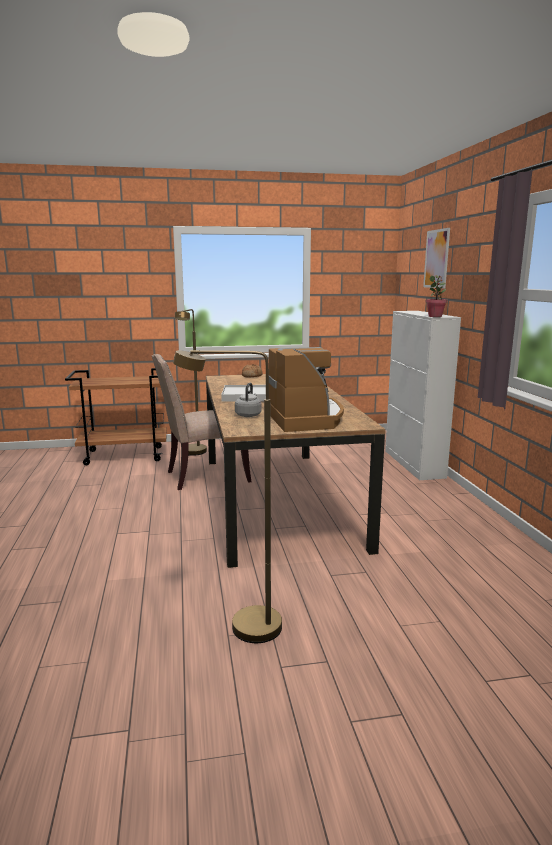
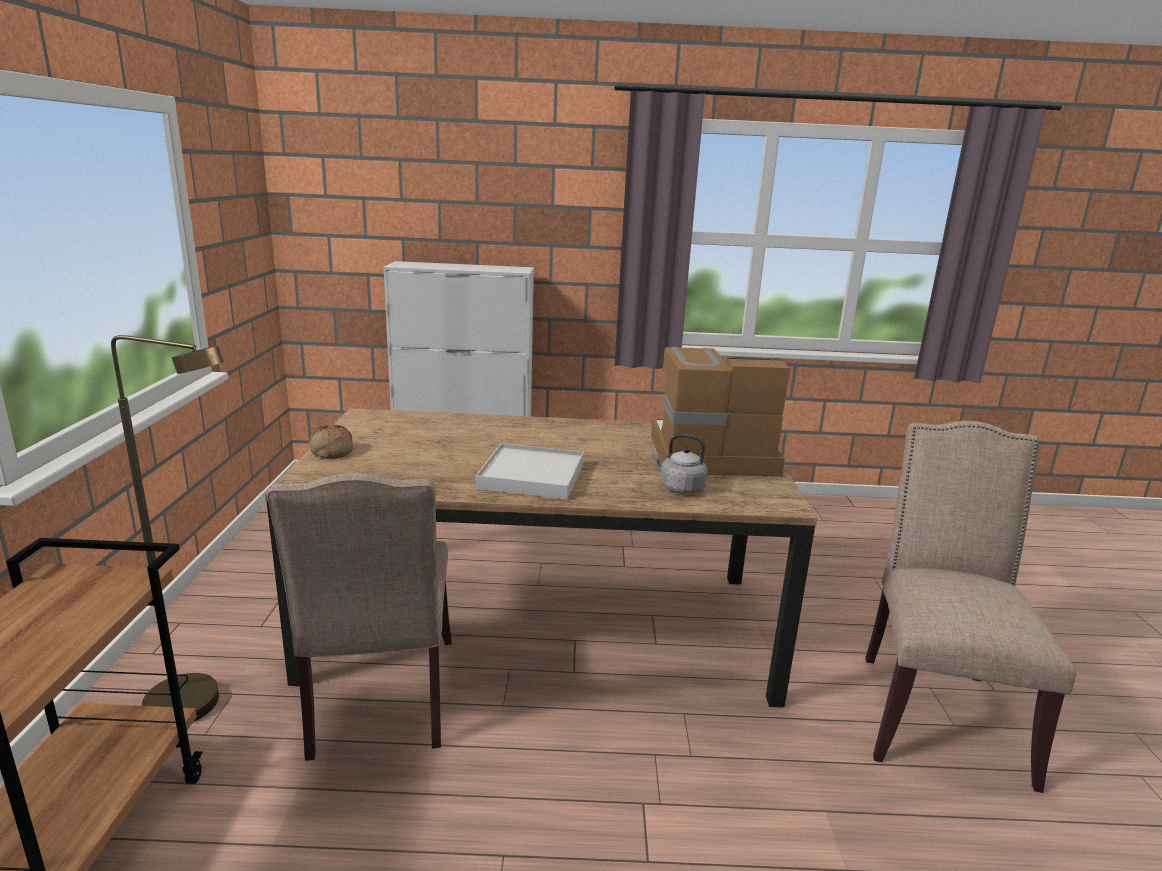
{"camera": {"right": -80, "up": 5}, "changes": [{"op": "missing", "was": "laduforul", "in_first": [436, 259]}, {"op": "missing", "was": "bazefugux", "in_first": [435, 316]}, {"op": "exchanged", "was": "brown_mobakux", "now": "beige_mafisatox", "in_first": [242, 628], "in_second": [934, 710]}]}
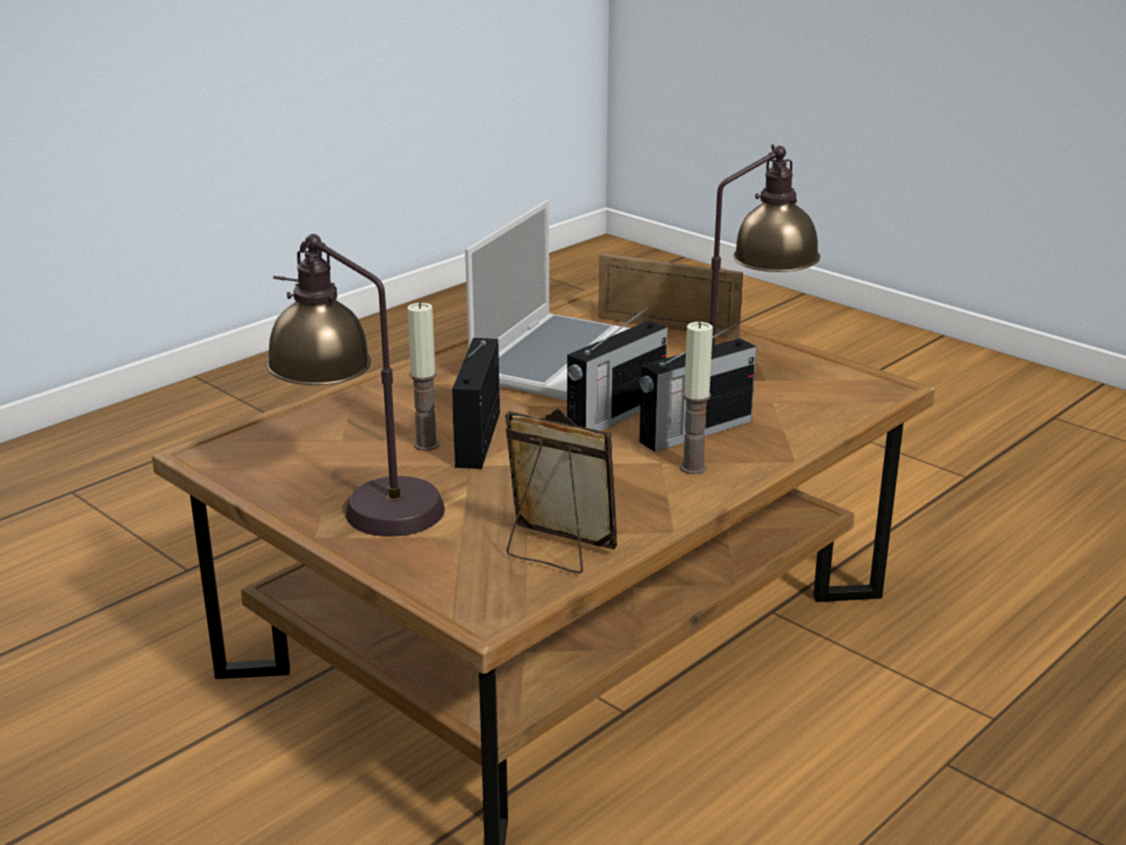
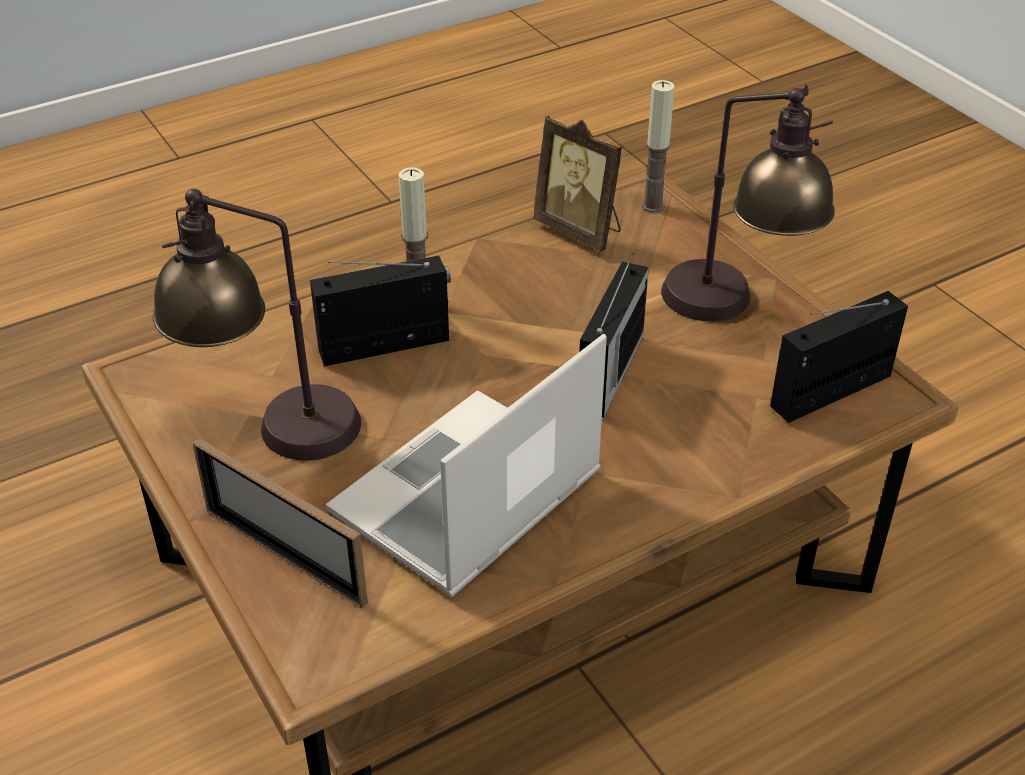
{"camera": {"right": -165, "up": 15}, "changes": [{"op": "relocated", "was": "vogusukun", "in_first": [426, 445], "in_second": [653, 205]}, {"op": "relocated", "was": "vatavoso", "in_first": [615, 415], "in_second": [833, 390]}]}
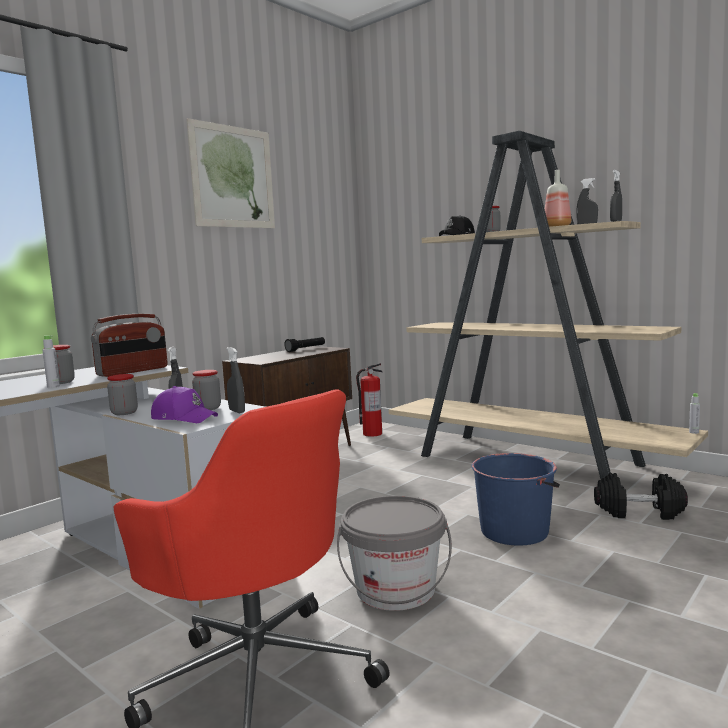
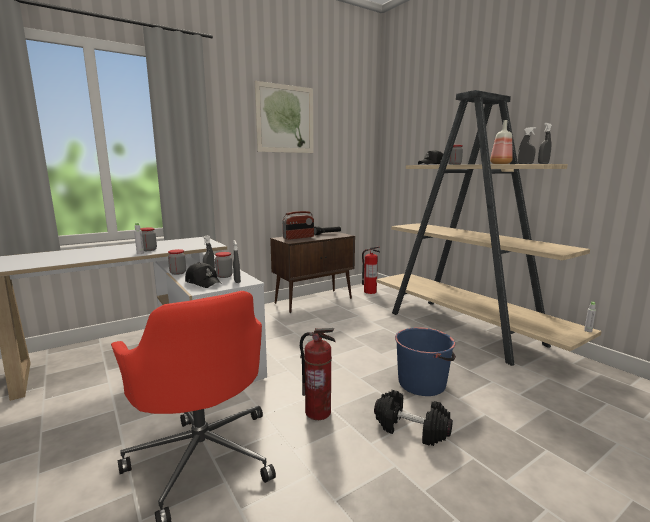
{"camera": {"right": 15, "up": 5}, "changes": [{"op": "relocated", "was": "vatavoso", "in_first": [133, 371], "in_second": [298, 237]}, {"op": "colour", "was": "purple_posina", "now": "black_posina", "in_first": [184, 418], "in_second": [203, 282]}, {"op": "relocated", "was": "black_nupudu", "in_first": [639, 512], "in_second": [411, 429]}, {"op": "exchanged", "was": "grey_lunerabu", "now": "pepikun", "in_first": [395, 590], "in_second": [318, 412]}]}
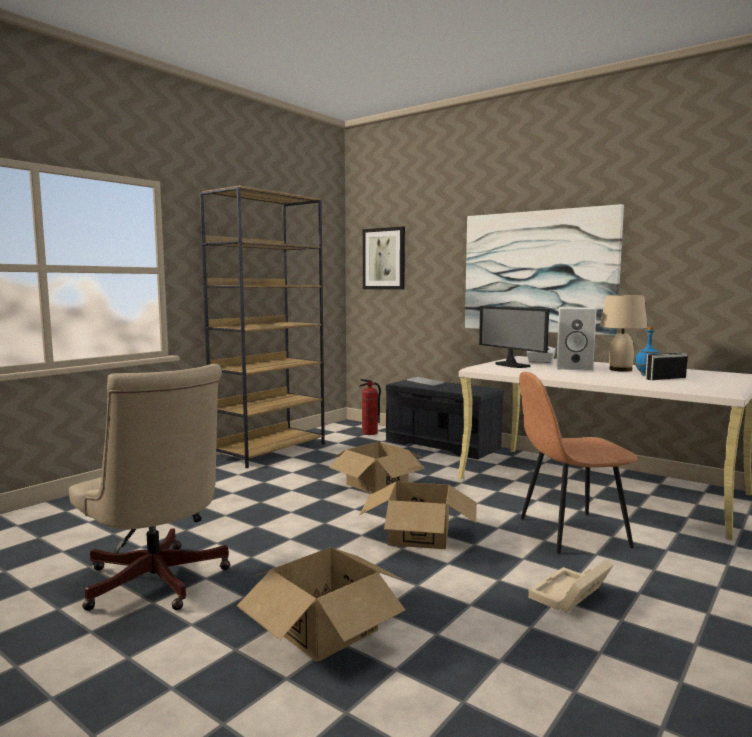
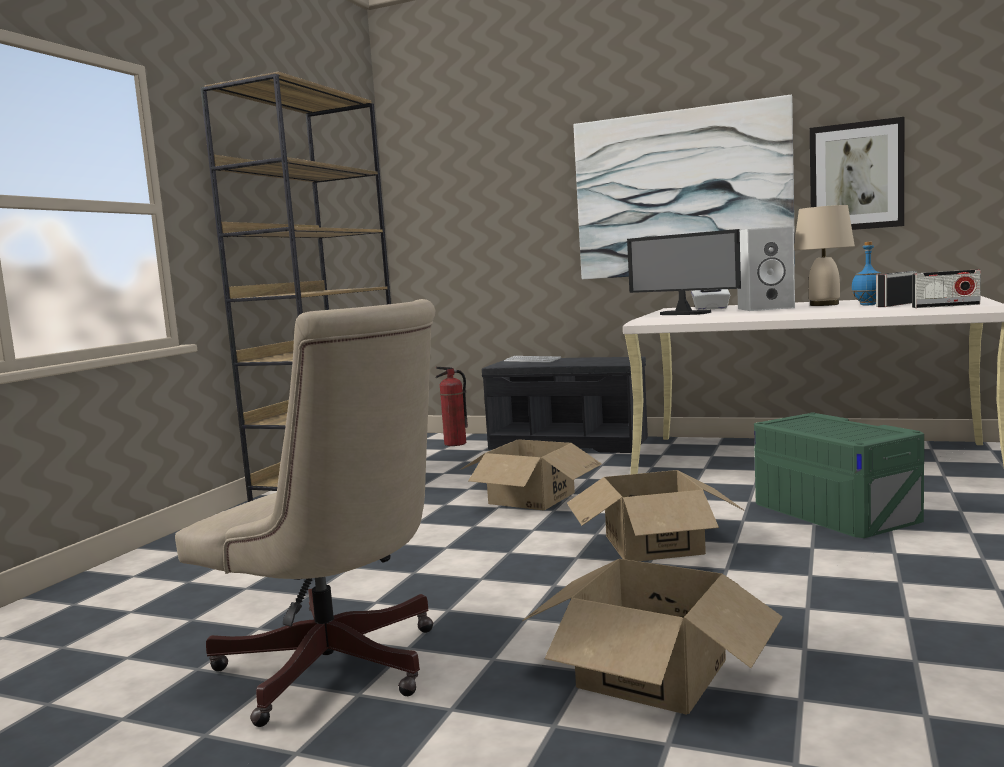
{"camera": {"right": -15, "up": 0}, "changes": [{"op": "relocated", "was": "laduforul", "in_first": [384, 259], "in_second": [856, 176]}, {"op": "exchanged", "was": "brown_mafisatox", "now": "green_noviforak", "in_first": [570, 532], "in_second": [834, 511]}, {"op": "missing", "was": "beige_noviforak", "in_first": [569, 596]}, {"op": "appeared", "now": "vatavoso", "in_second": [945, 306]}]}
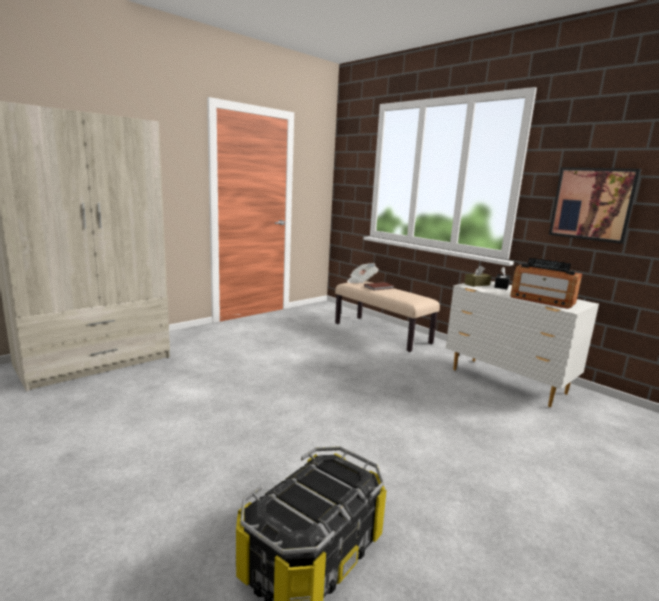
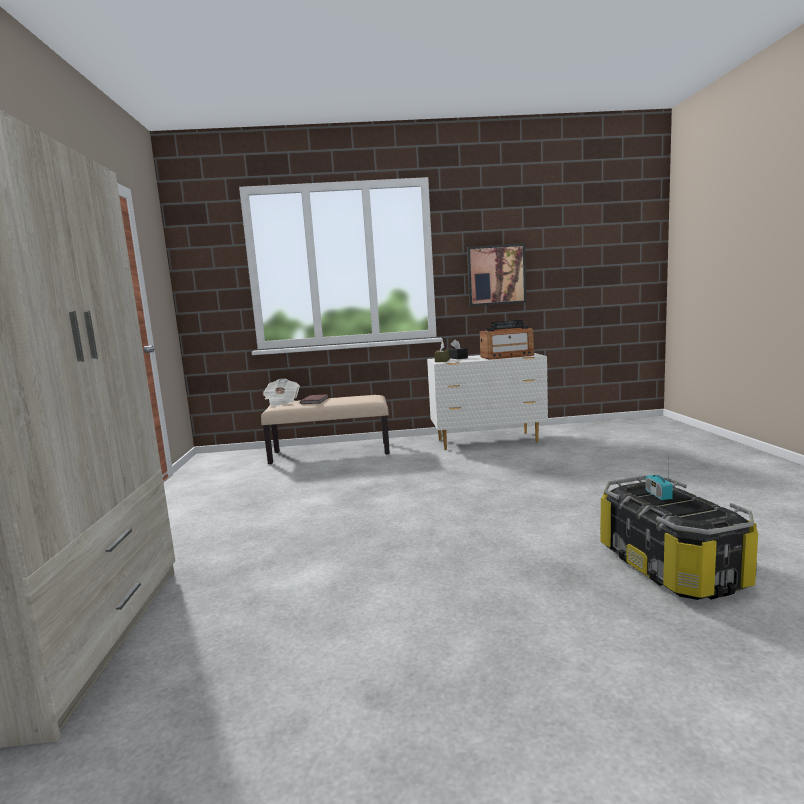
{"camera": {"right": -50, "up": -5}, "changes": [{"op": "appeared", "now": "vatavoso", "in_second": [658, 495]}]}
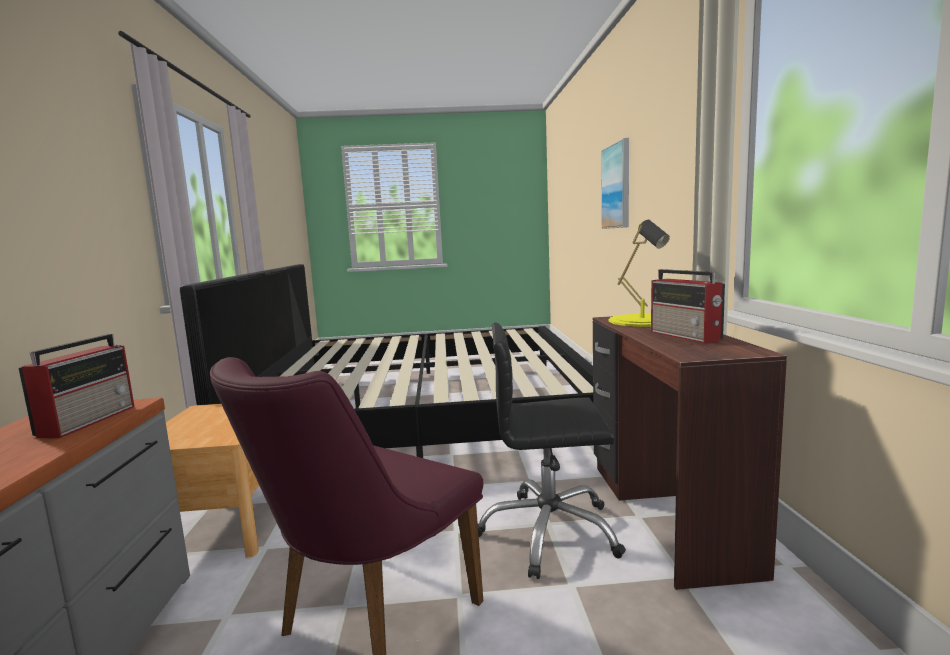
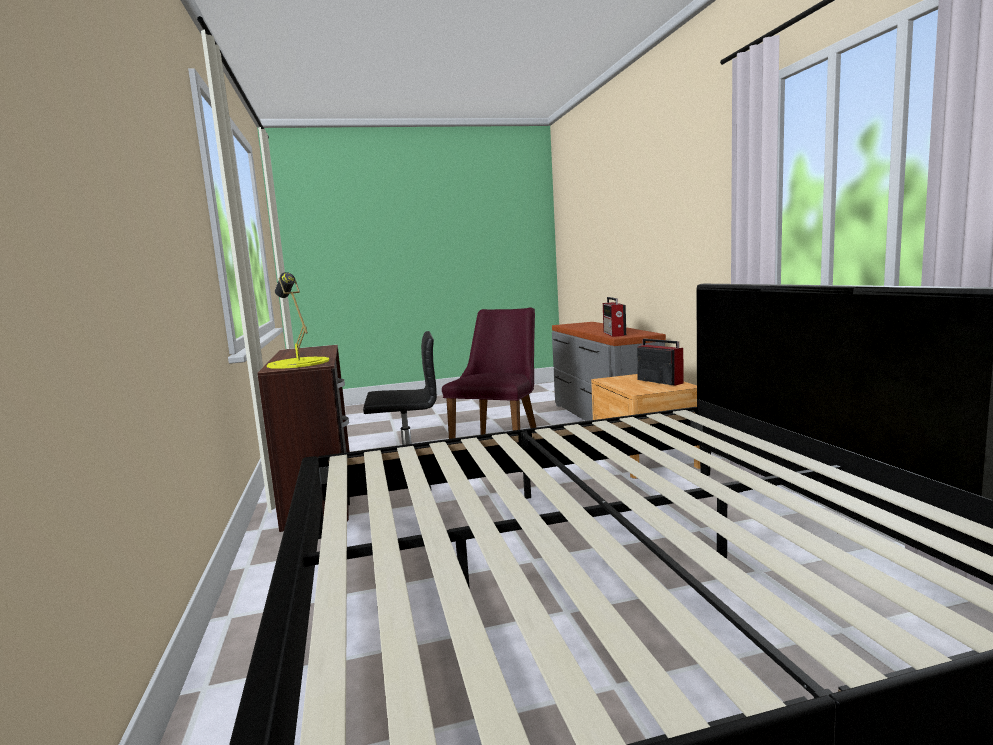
{"camera": {"right": 170, "up": 0}, "changes": [{"op": "missing", "was": "laduforul", "in_first": [617, 186]}, {"op": "relocated", "was": "vatavoso", "in_first": [686, 336], "in_second": [659, 381]}]}
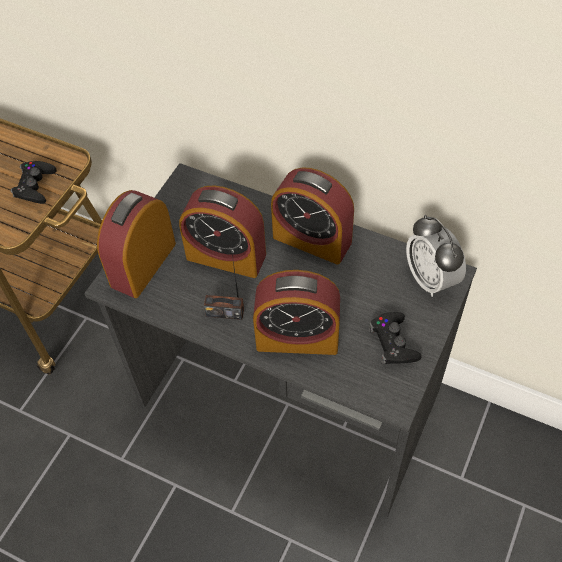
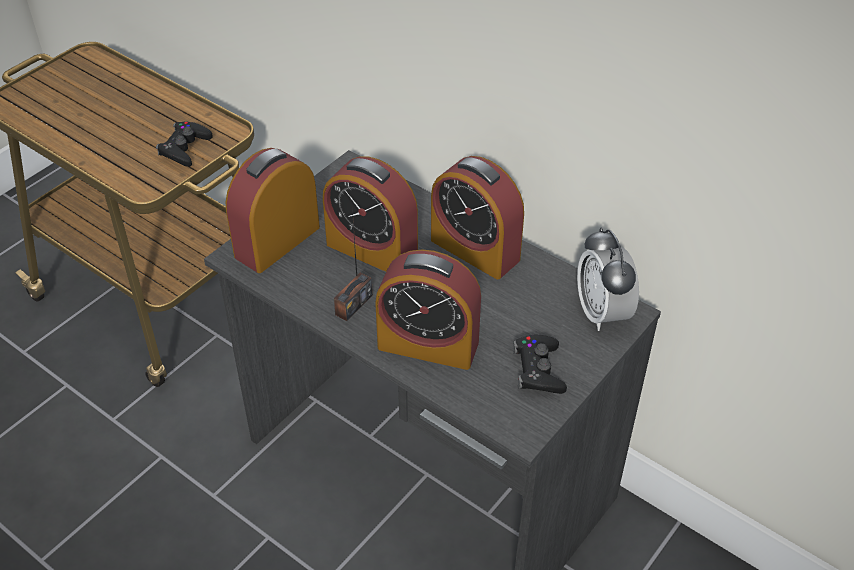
{"camera": {"right": 10, "up": -10}, "changes": [{"op": "spun", "was": "vatavoso", "in_first": [225, 312], "in_second": [353, 304], "clockwise": -75}]}
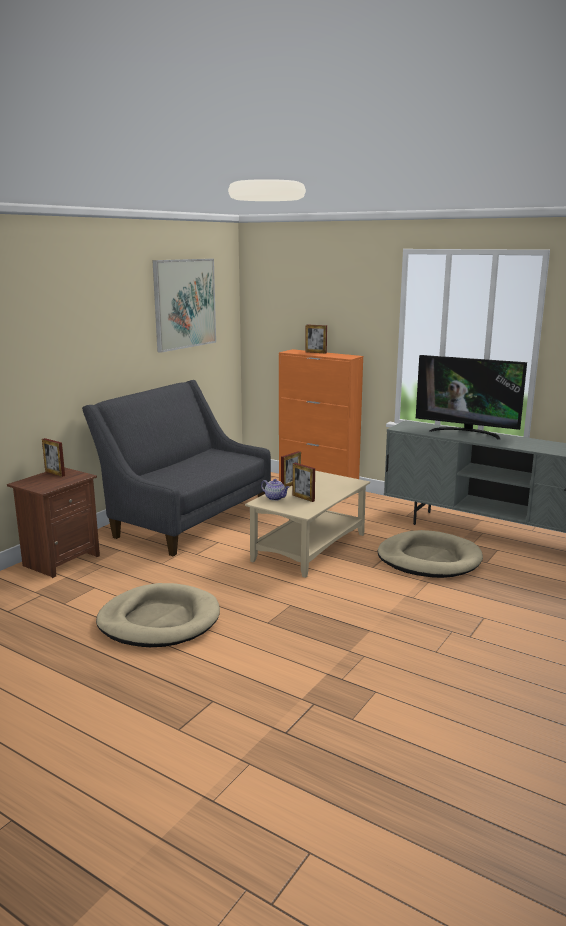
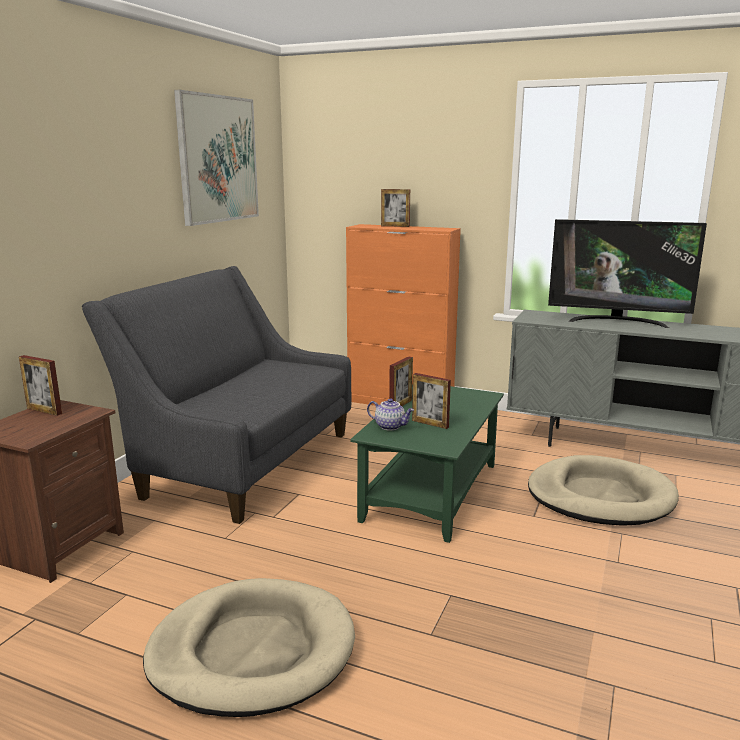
{"camera": {"right": -10, "up": 0}, "changes": [{"op": "colour", "was": "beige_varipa", "now": "green_varipa", "in_first": [309, 547], "in_second": [431, 491]}]}
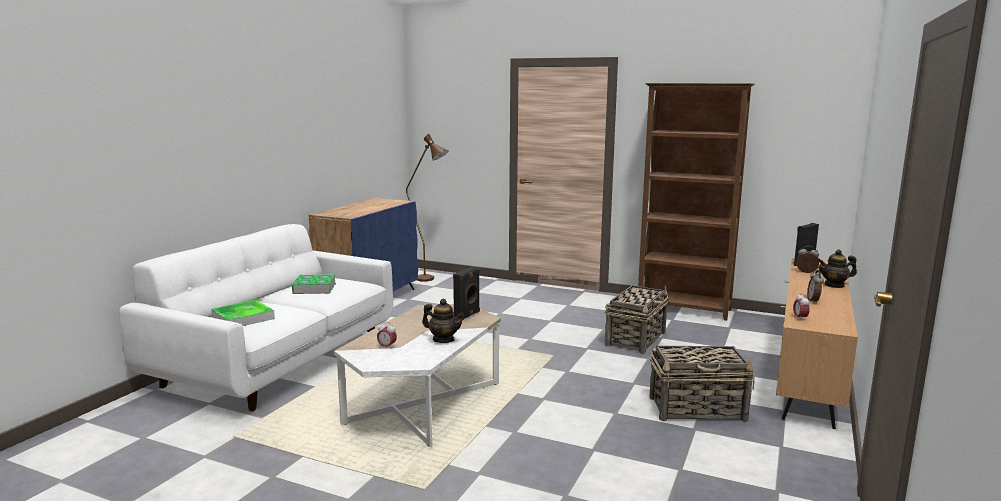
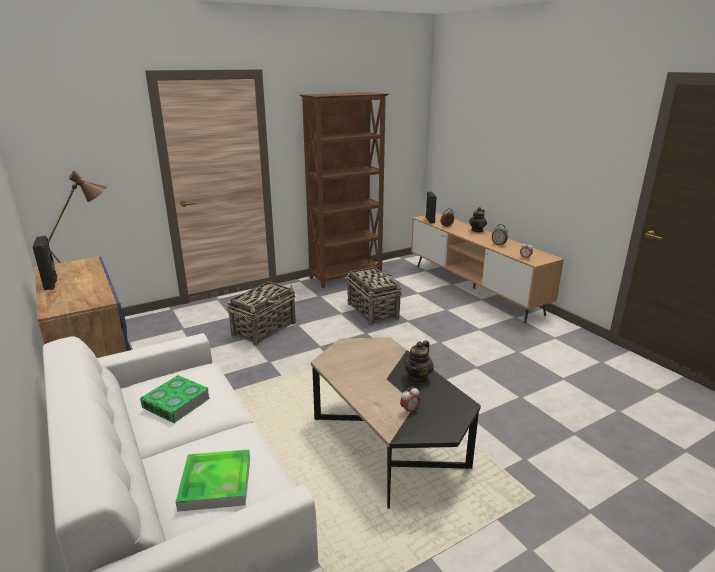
{"camera": {"right": -55, "up": 10}, "changes": [{"op": "relocated", "was": "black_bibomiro", "in_first": [467, 316], "in_second": [51, 283]}, {"op": "spun", "was": "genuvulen", "in_first": [443, 340], "in_second": [418, 377], "clockwise": 150}, {"op": "colour", "was": "white_varipa", "now": "black_varipa", "in_first": [424, 404], "in_second": [387, 443]}, {"op": "relocated", "was": "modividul", "in_first": [698, 409], "in_second": [265, 329]}]}
